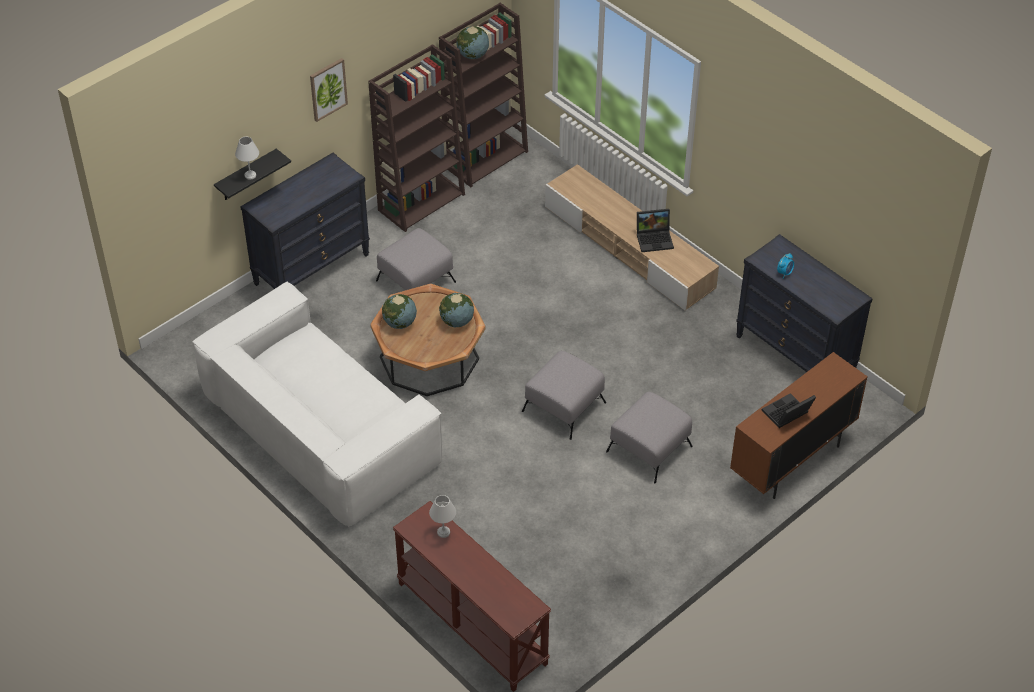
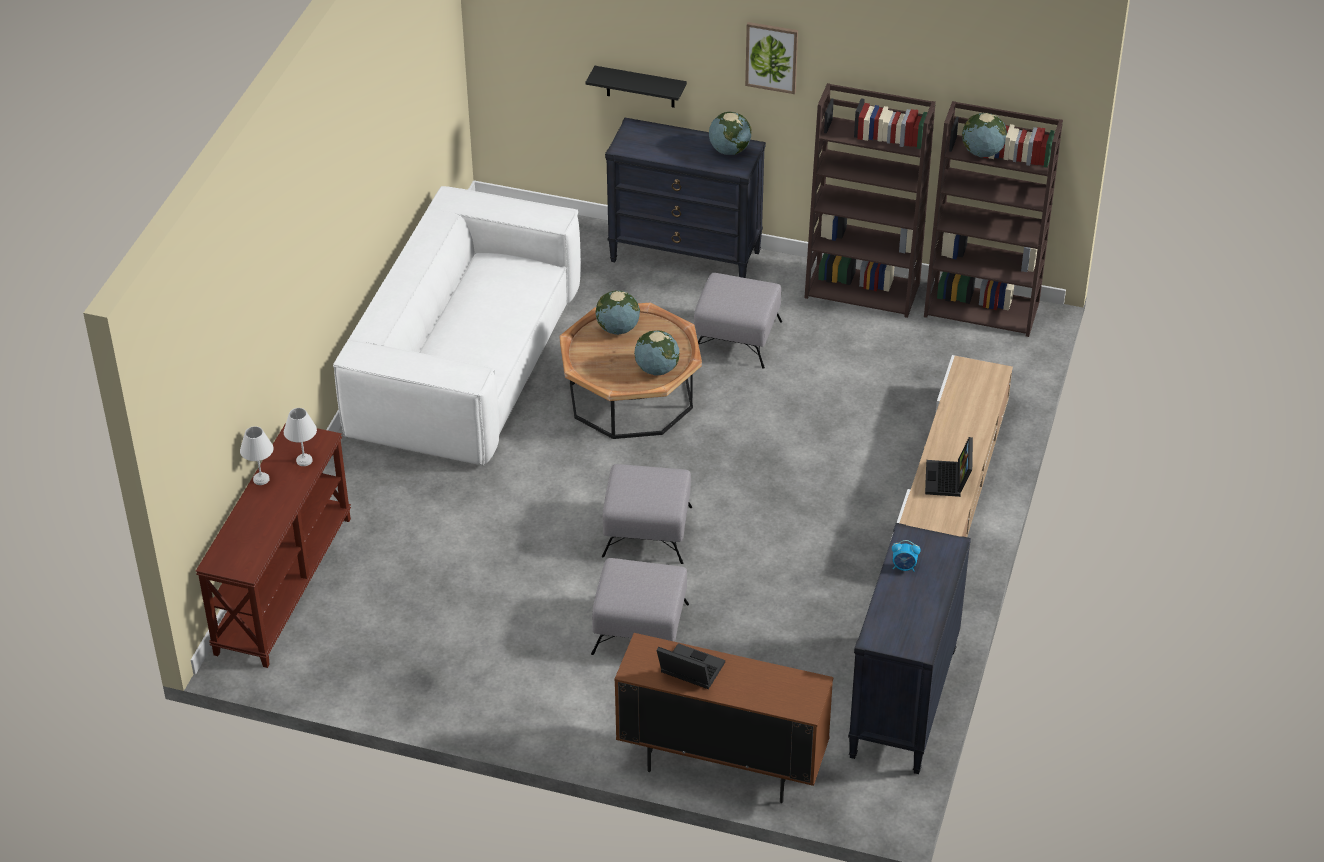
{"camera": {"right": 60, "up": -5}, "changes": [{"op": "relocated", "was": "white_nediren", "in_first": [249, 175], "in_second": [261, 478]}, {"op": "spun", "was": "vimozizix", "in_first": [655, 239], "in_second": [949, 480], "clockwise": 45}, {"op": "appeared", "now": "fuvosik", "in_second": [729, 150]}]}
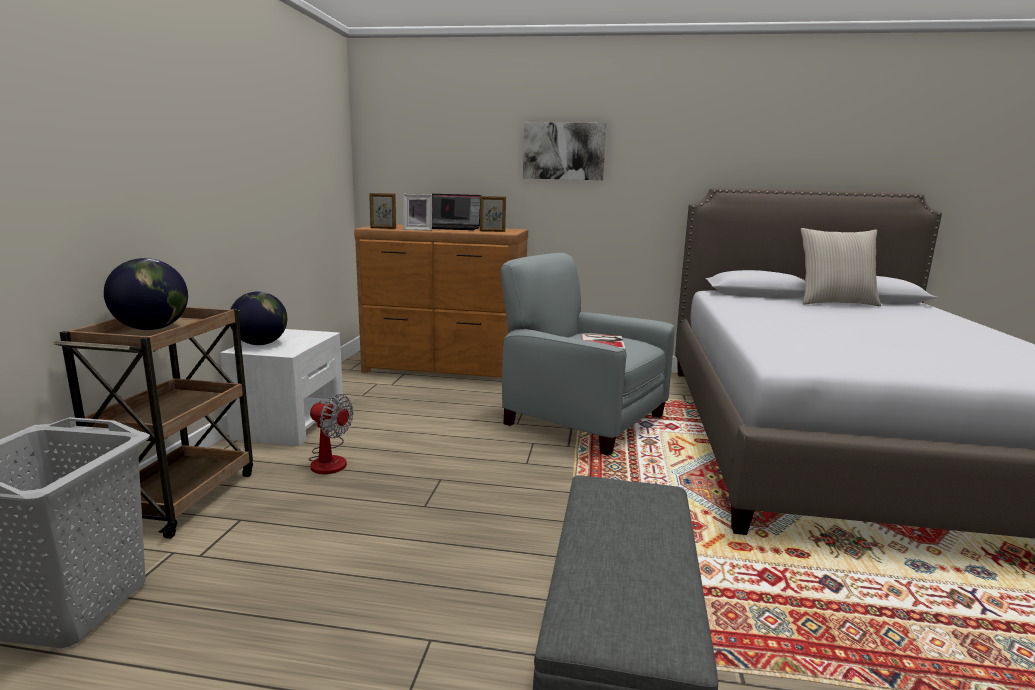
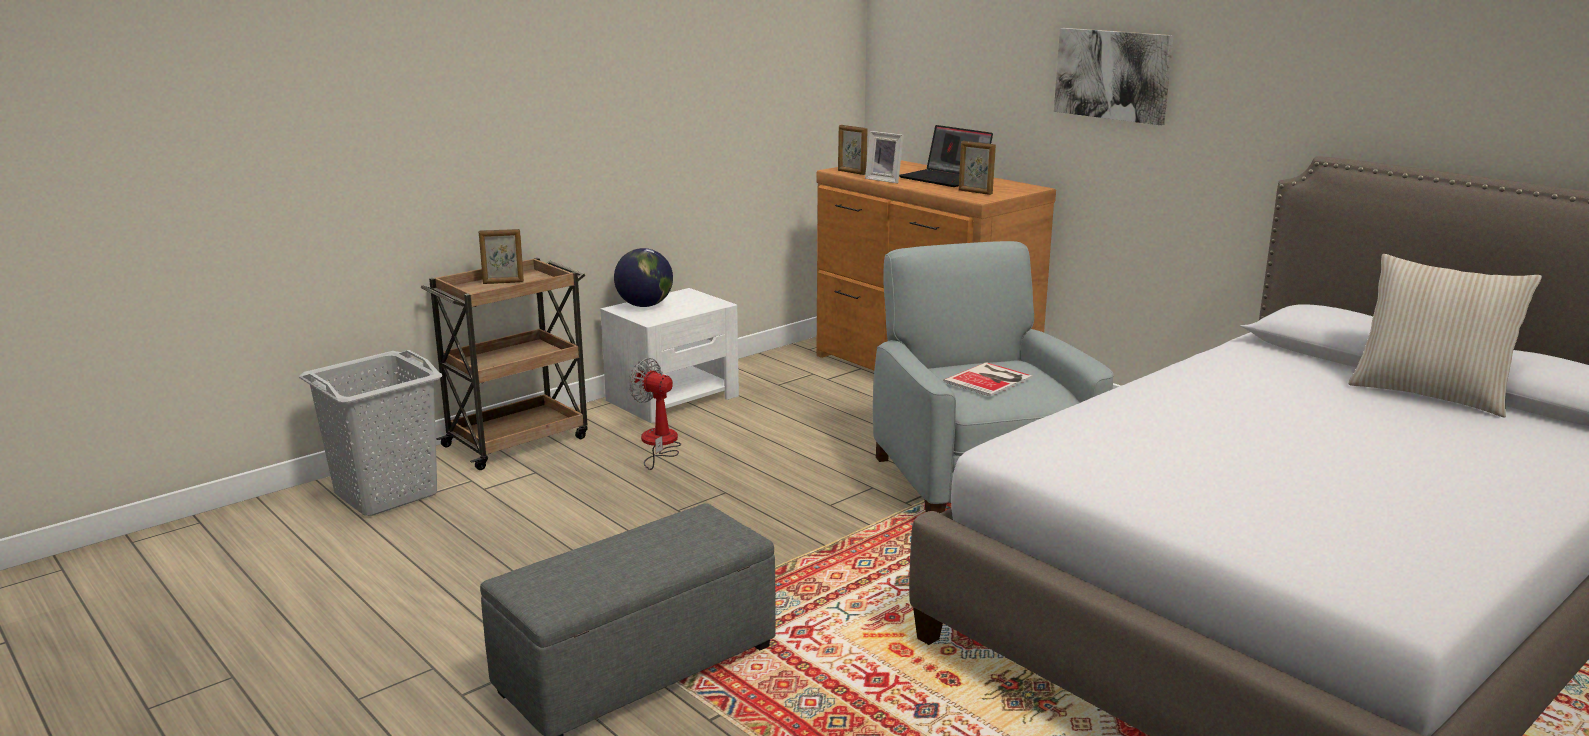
{"camera": {"right": 40, "up": 5}, "changes": [{"op": "exchanged", "was": "fuvosik", "now": "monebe", "in_first": [152, 329], "in_second": [503, 282]}, {"op": "spun", "was": "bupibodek", "in_first": [329, 460], "in_second": [659, 444], "clockwise": 150}]}
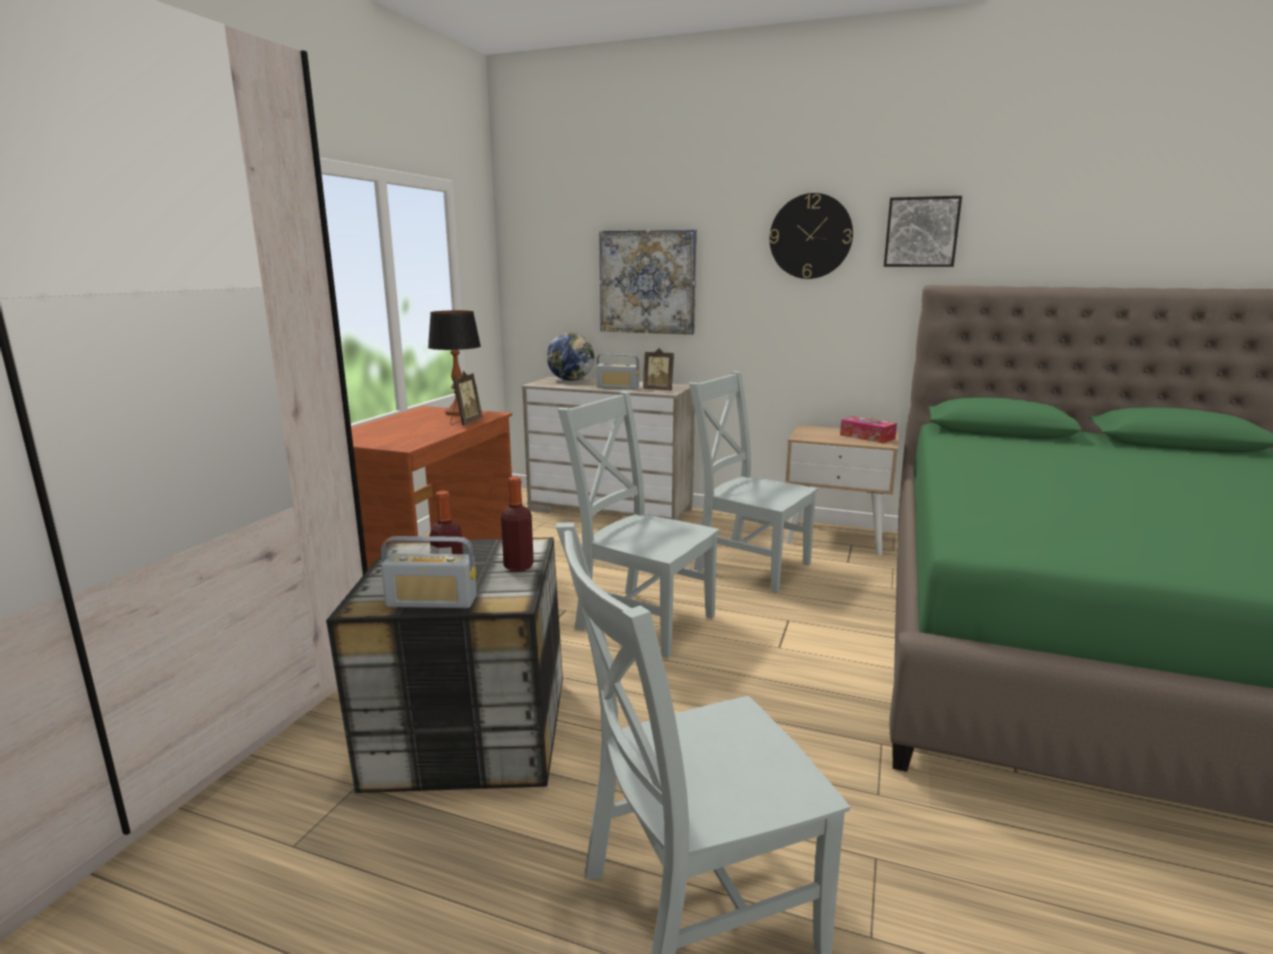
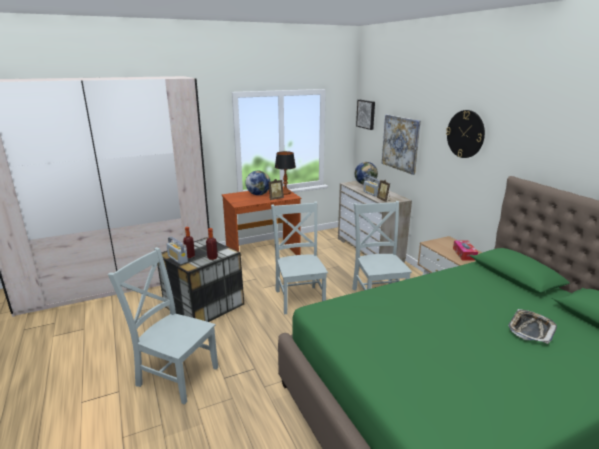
{"camera": {"right": 45, "up": 5}, "changes": [{"op": "relocated", "was": "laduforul", "in_first": [921, 232], "in_second": [366, 114]}, {"op": "appeared", "now": "fuvosik", "in_second": [258, 194]}, {"op": "appeared", "now": "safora", "in_second": [530, 329]}]}
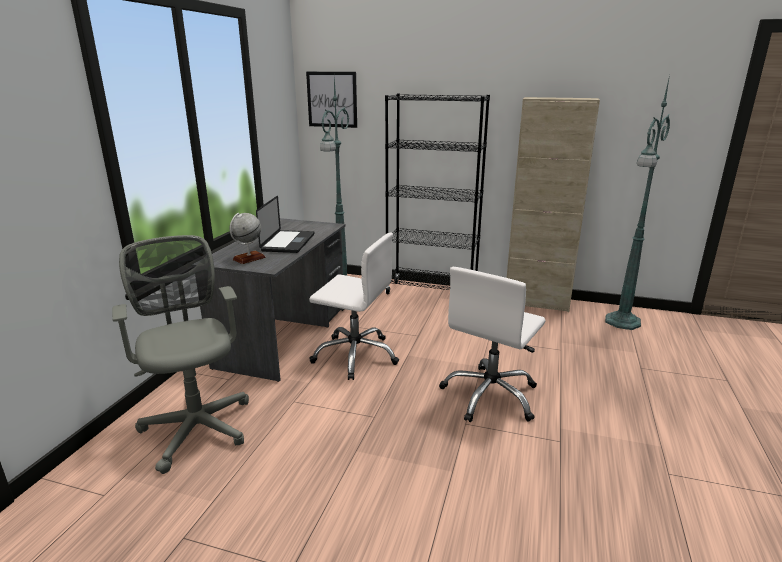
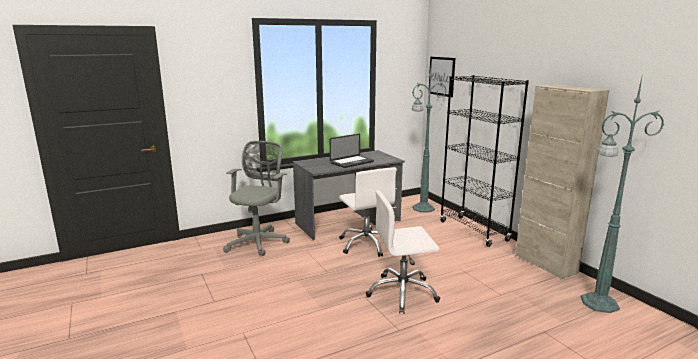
{"camera": {"right": 45, "up": -5}, "changes": [{"op": "missing", "was": "fuvosik", "in_first": [249, 258]}]}
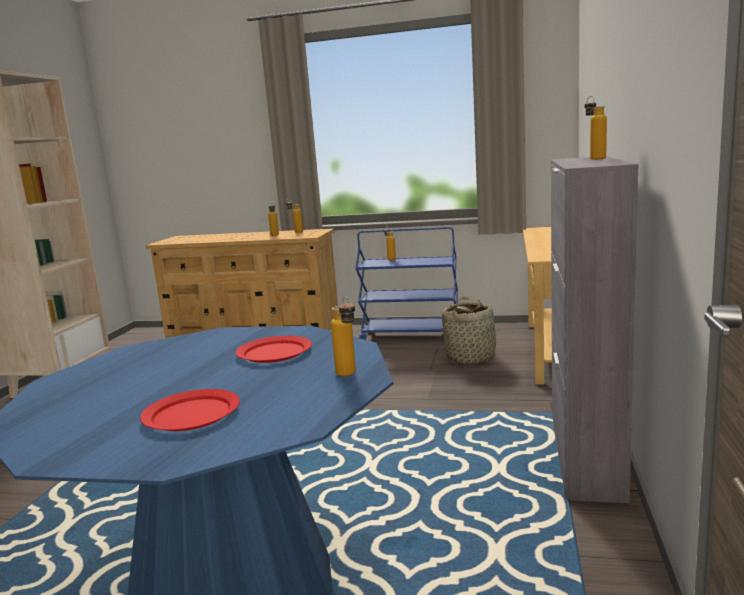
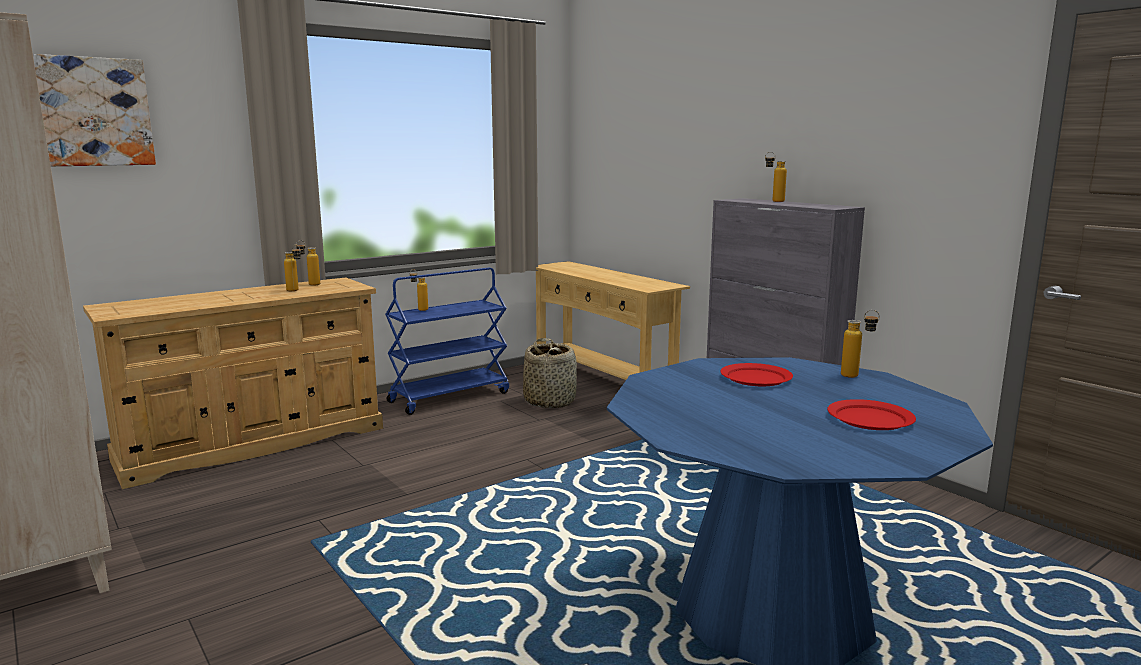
{"camera": {"right": -50, "up": 0}, "changes": [{"op": "appeared", "now": "laduforul", "in_second": [89, 112]}]}
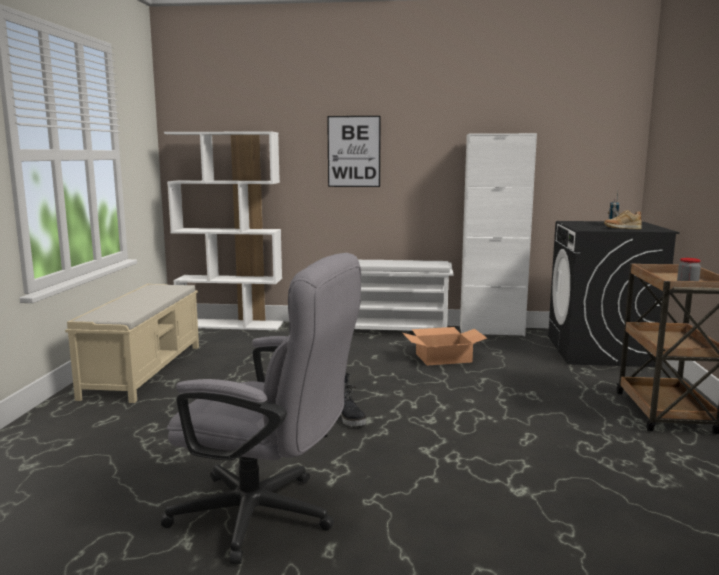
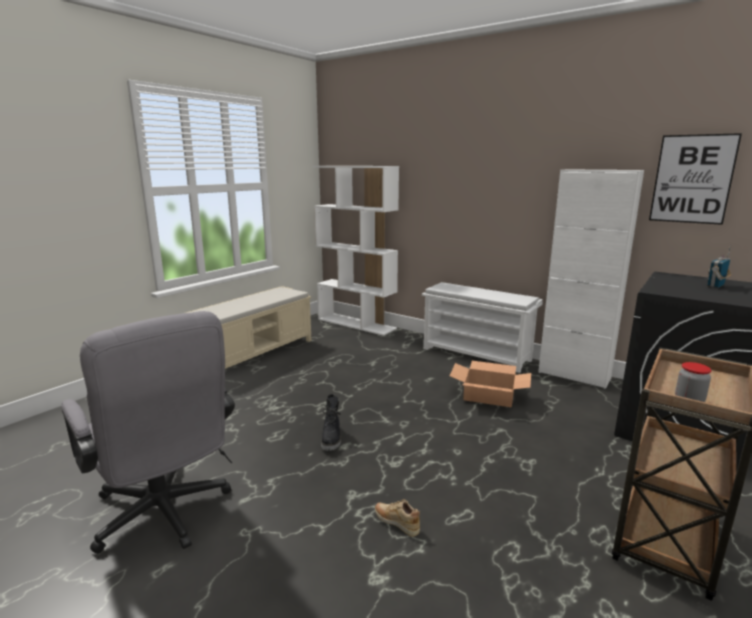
{"camera": {"right": 30, "up": 5}, "changes": [{"op": "relocated", "was": "laduforul", "in_first": [354, 151], "in_second": [692, 179]}, {"op": "relocated", "was": "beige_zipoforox", "in_first": [622, 229], "in_second": [397, 523]}]}
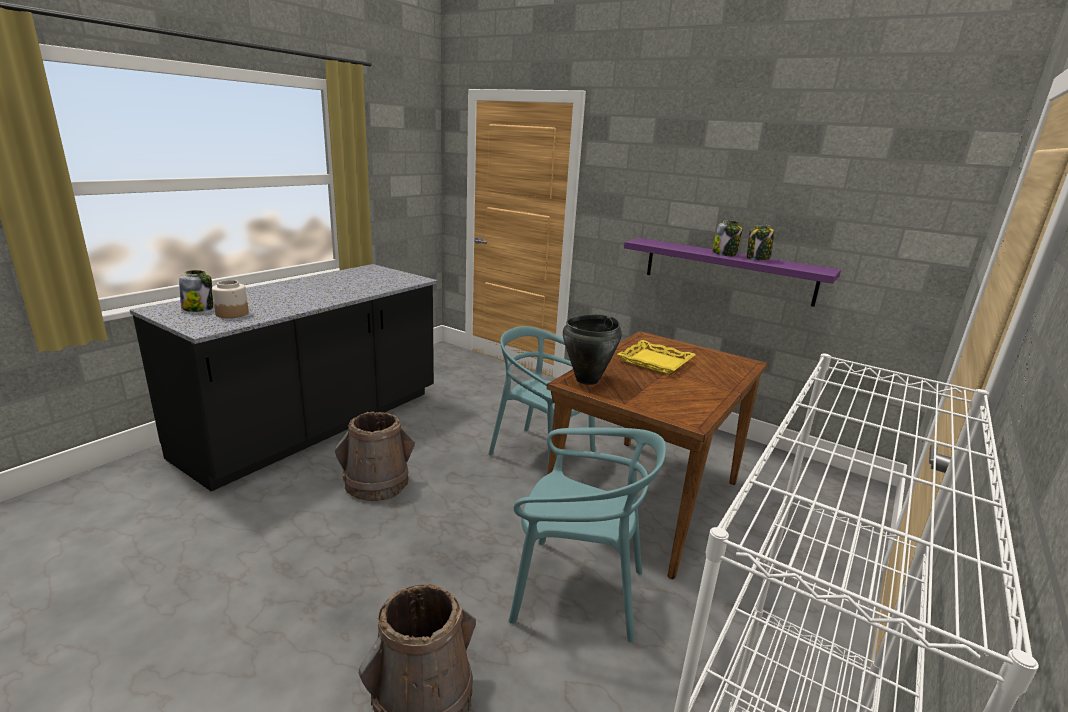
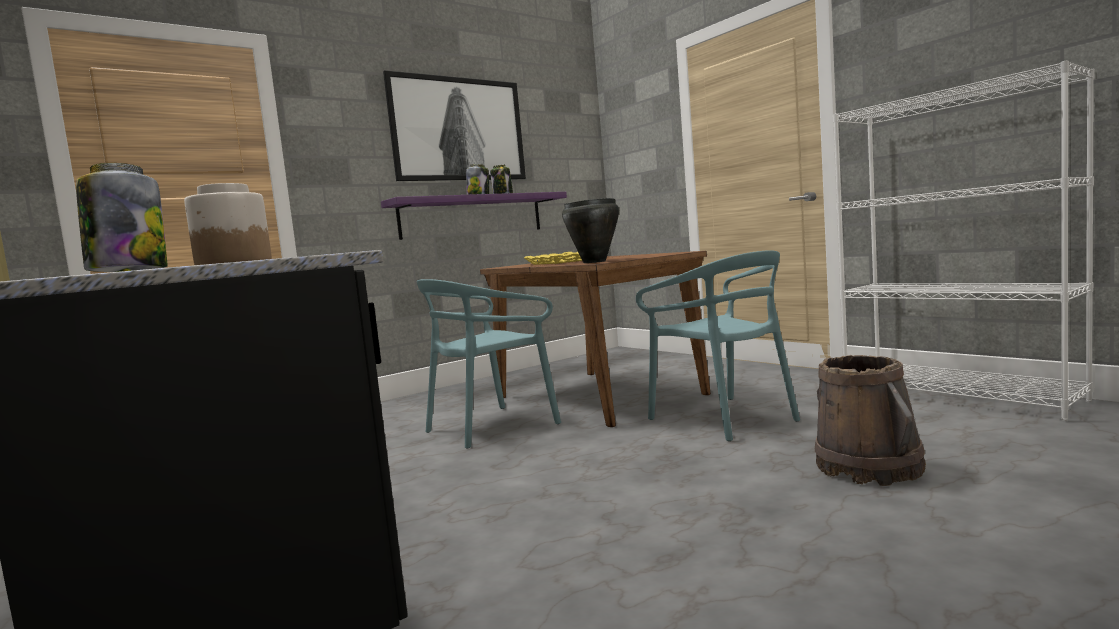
{"camera": {"right": -70, "up": -15}, "changes": [{"op": "missing", "was": "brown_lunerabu", "in_first": [377, 483]}, {"op": "spun", "was": "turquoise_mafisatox", "in_first": [577, 591], "in_second": [723, 418], "clockwise": 120}, {"op": "appeared", "now": "laduforul", "in_second": [458, 129]}]}
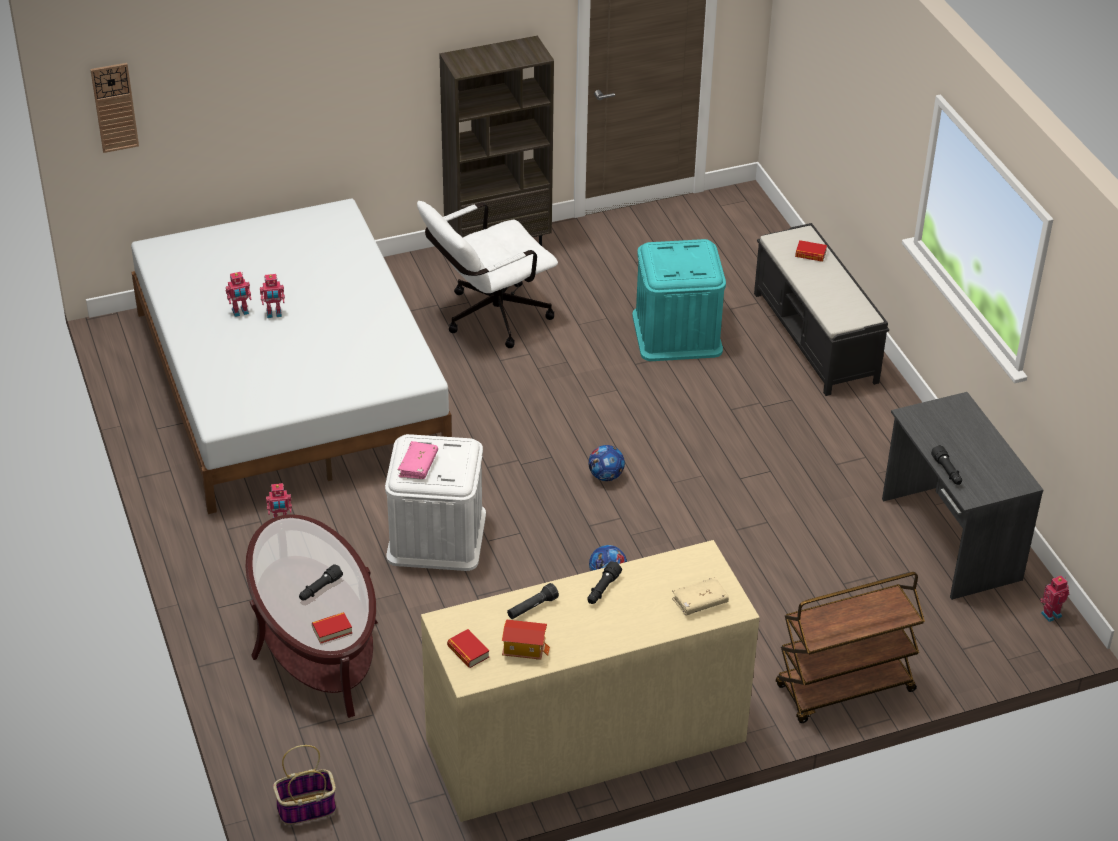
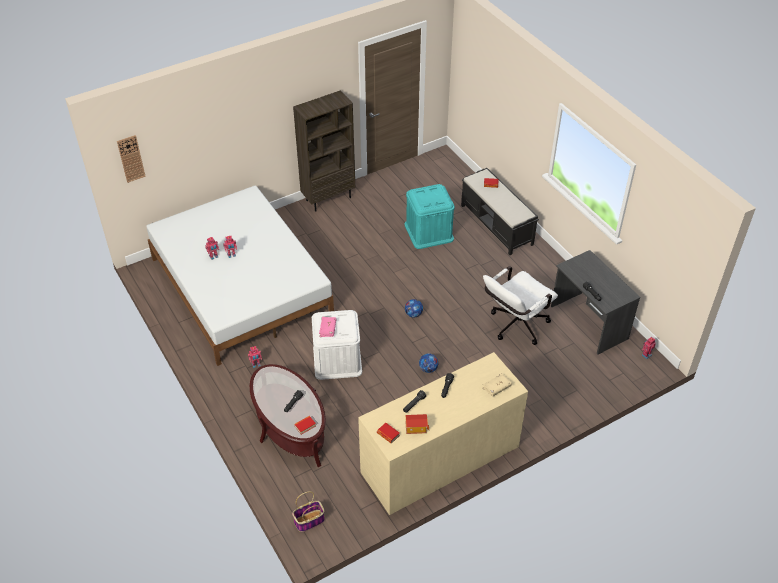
{"camera": {"right": -10, "up": 5}, "changes": [{"op": "relocated", "was": "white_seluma", "in_first": [488, 318], "in_second": [515, 327]}, {"op": "missing", "was": "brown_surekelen", "in_first": [844, 689]}]}
